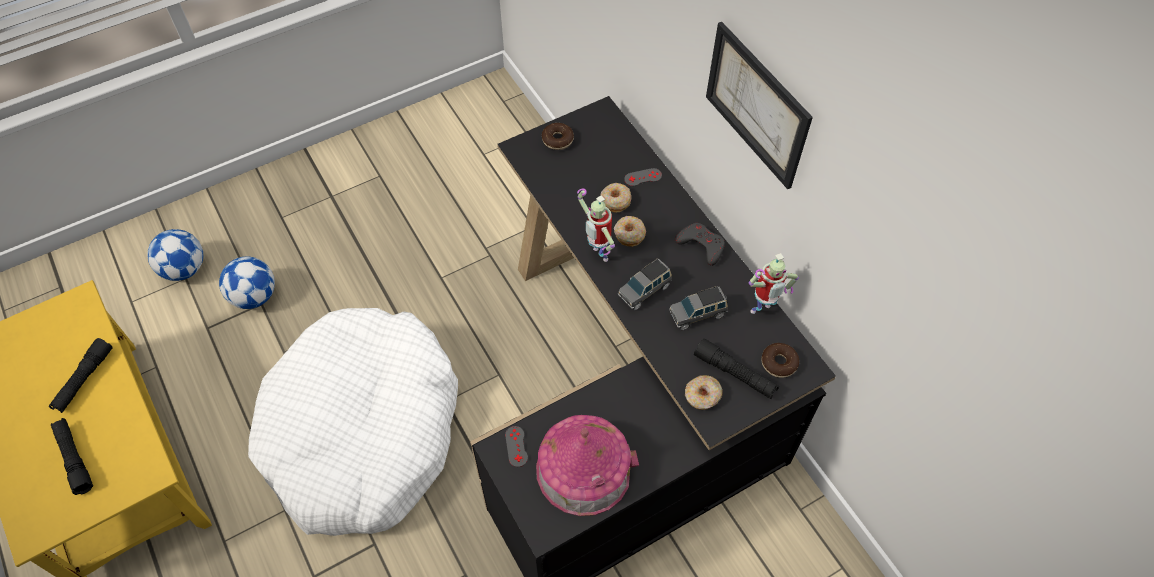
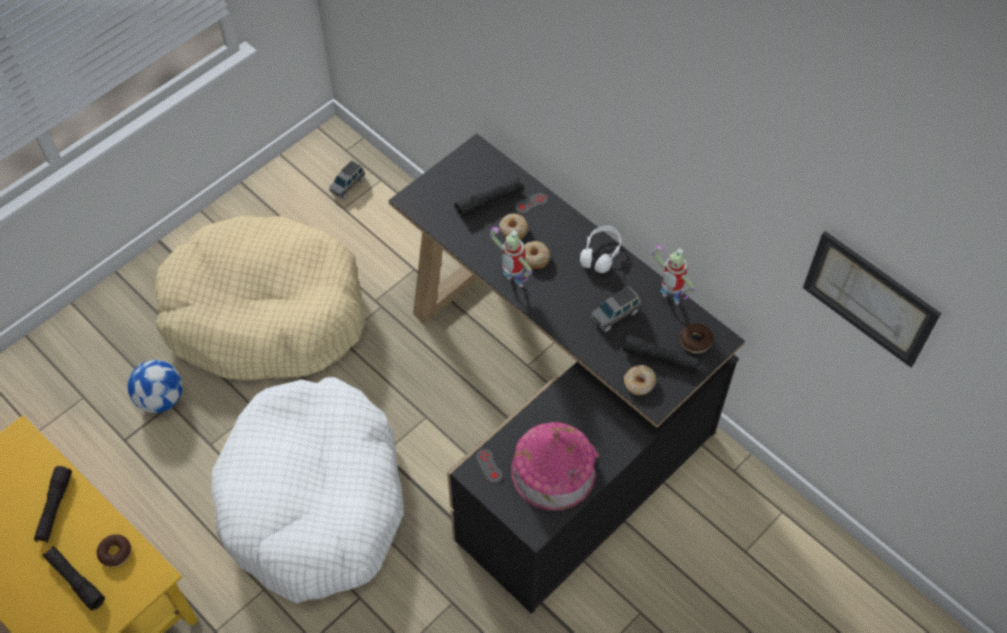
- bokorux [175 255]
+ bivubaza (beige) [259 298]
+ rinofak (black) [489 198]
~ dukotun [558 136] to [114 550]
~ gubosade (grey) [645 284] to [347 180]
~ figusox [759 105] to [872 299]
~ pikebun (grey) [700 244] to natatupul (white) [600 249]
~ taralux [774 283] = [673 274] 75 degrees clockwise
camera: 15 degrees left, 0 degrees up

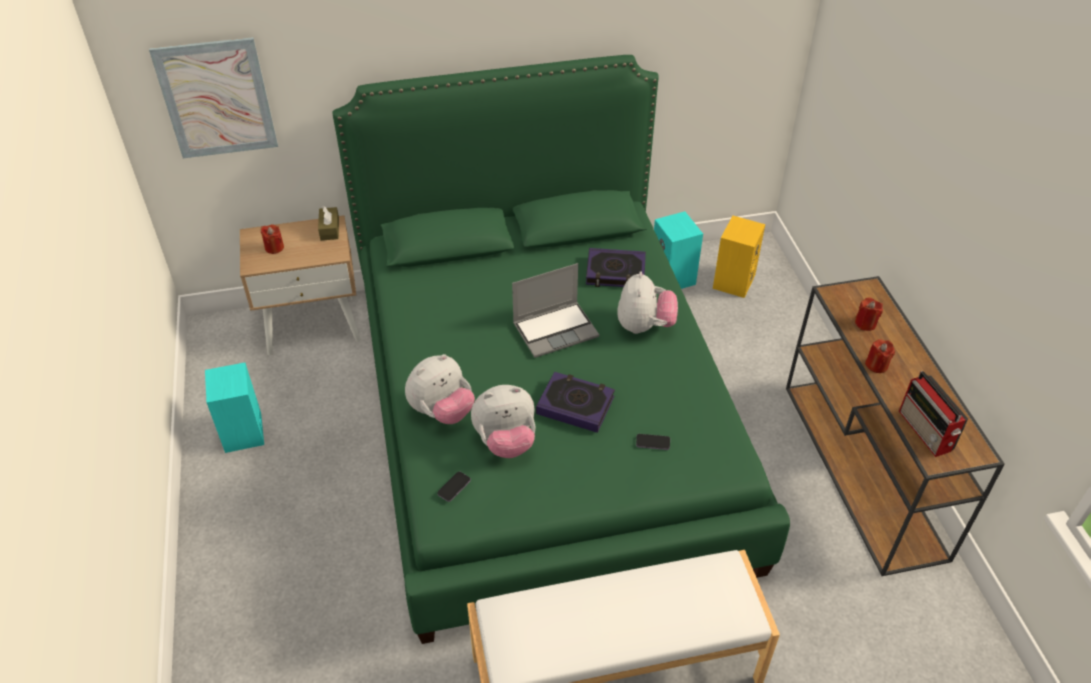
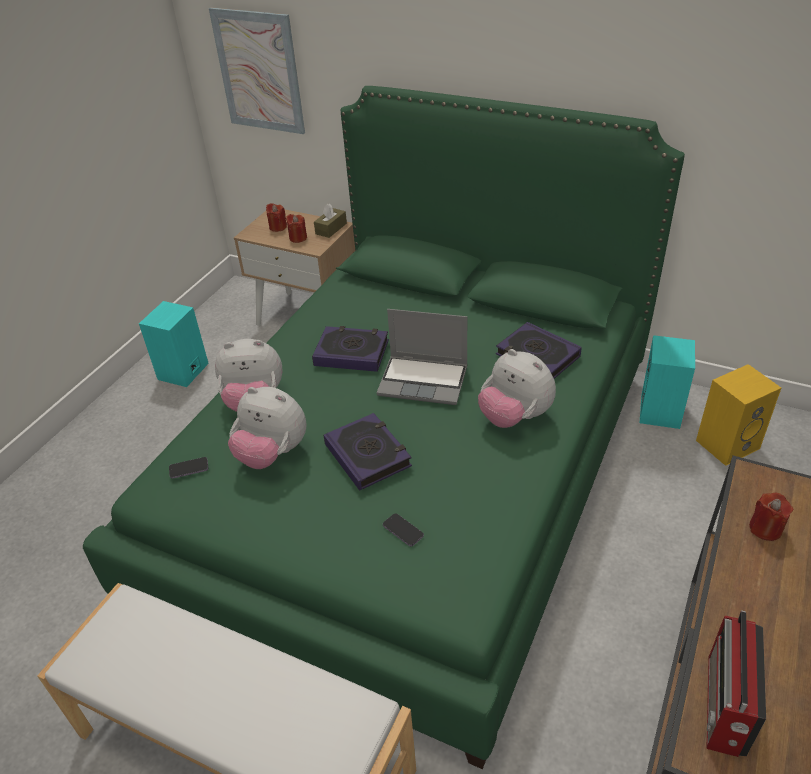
+ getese [350 349]
~ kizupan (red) [880 356] to [296 228]
~ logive [647 303] = [517 388] 90 degrees clockwise
camera: 40 degrees right, 5 degrees down

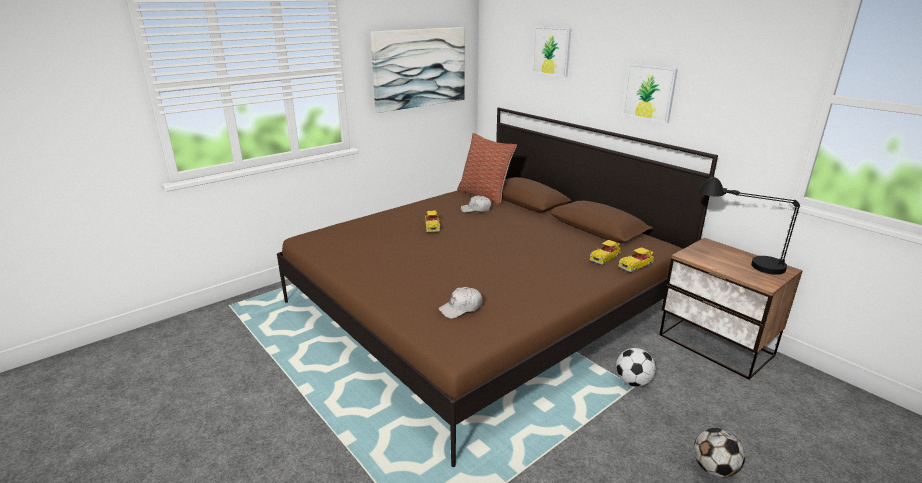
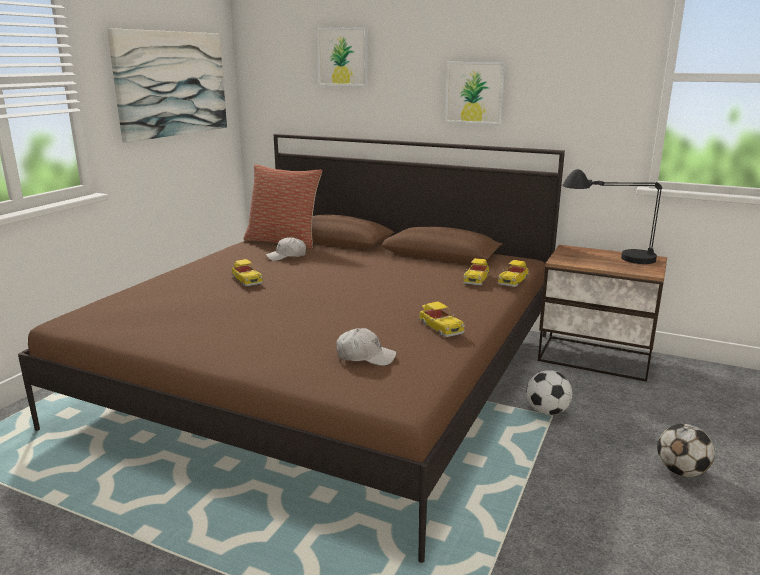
+ gubosade [442 319]
~ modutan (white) [460 303] = [366 347] 120 degrees counterclockwise
camera: 25 degrees left, 5 degrees down

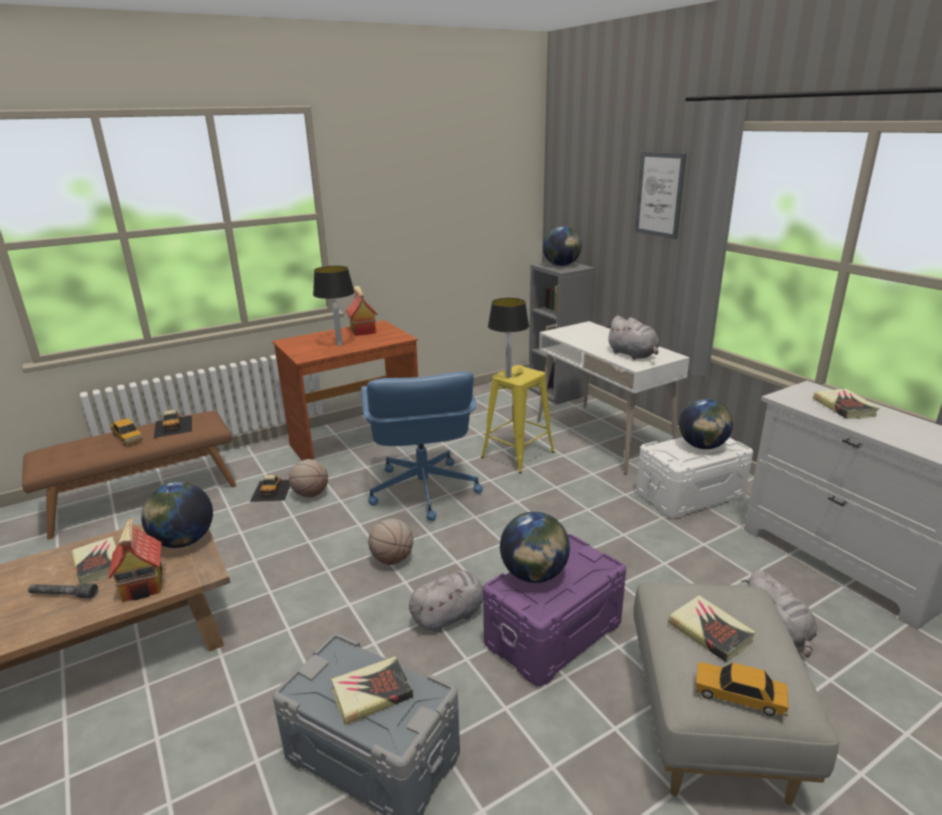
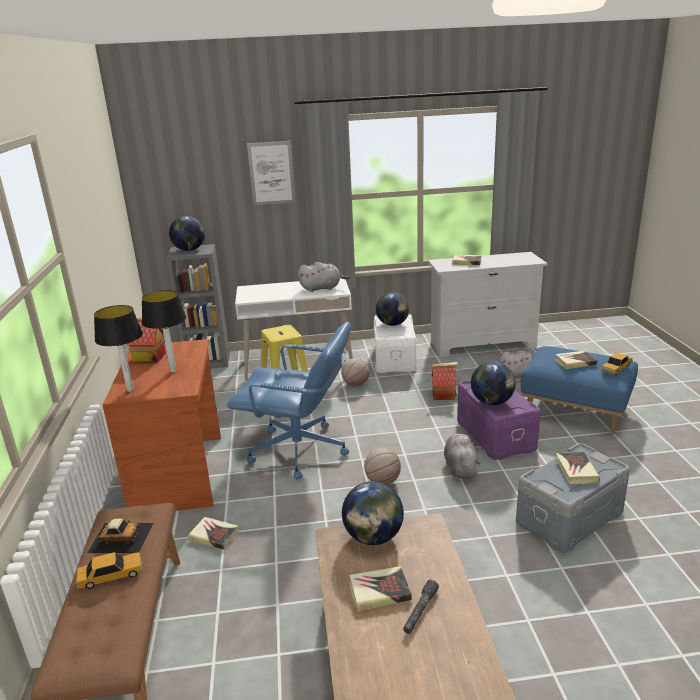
~ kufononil [135 559] to [445 381]
~ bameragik [308 478] to [355 372]
~ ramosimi [508 338] to [118 348]
~ gubosade [270 488] to getese [213 533]
~ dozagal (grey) [736 693] to dozagal (blue) [579 389]
camera: 65 degrees left, 0 degrees up

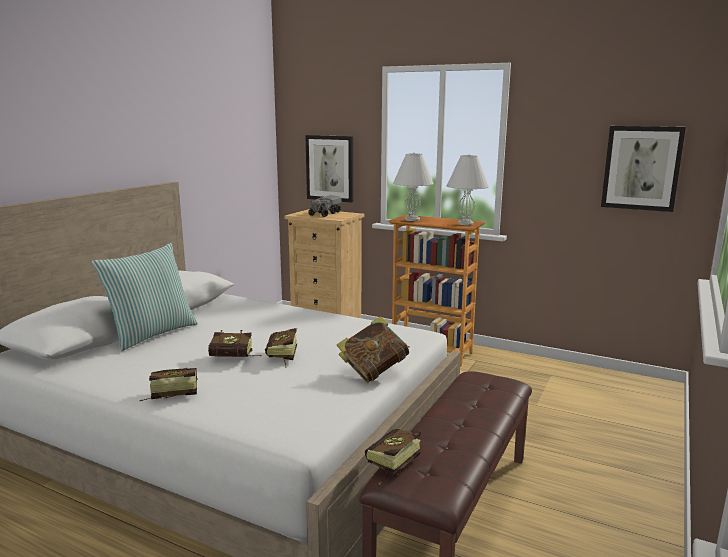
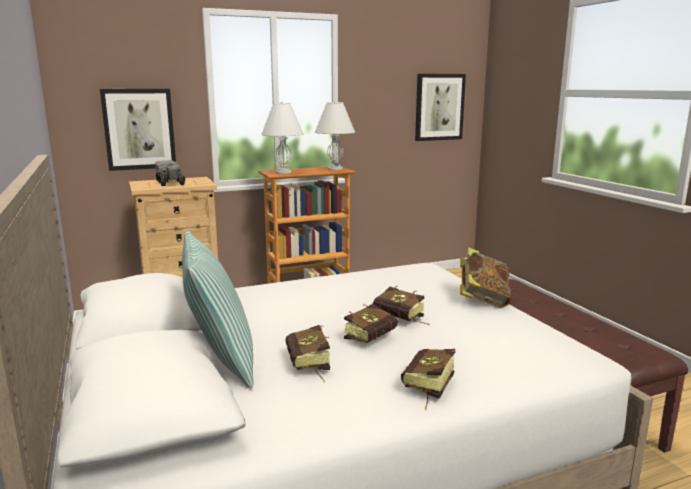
~ getese [393 457] to [307 353]
camera: 50 degrees left, 0 degrees up

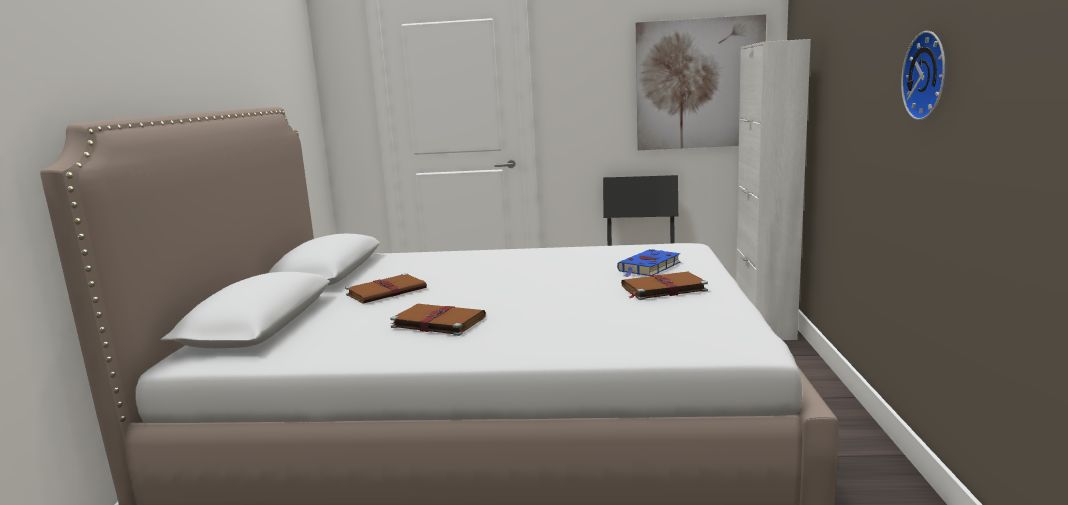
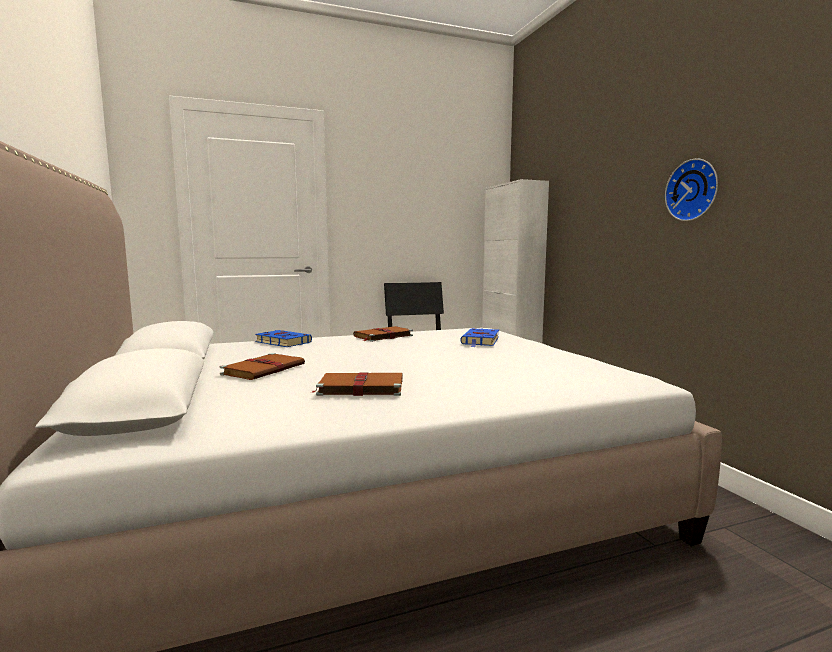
- figusox [701 82]
+ getese (blue) [283 338]
~ getese (brown) [664 286] to [383 334]
camera: 25 degrees left, 5 degrees down

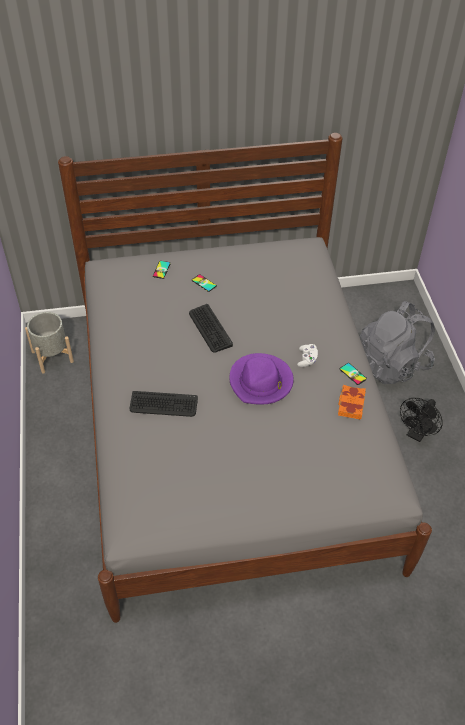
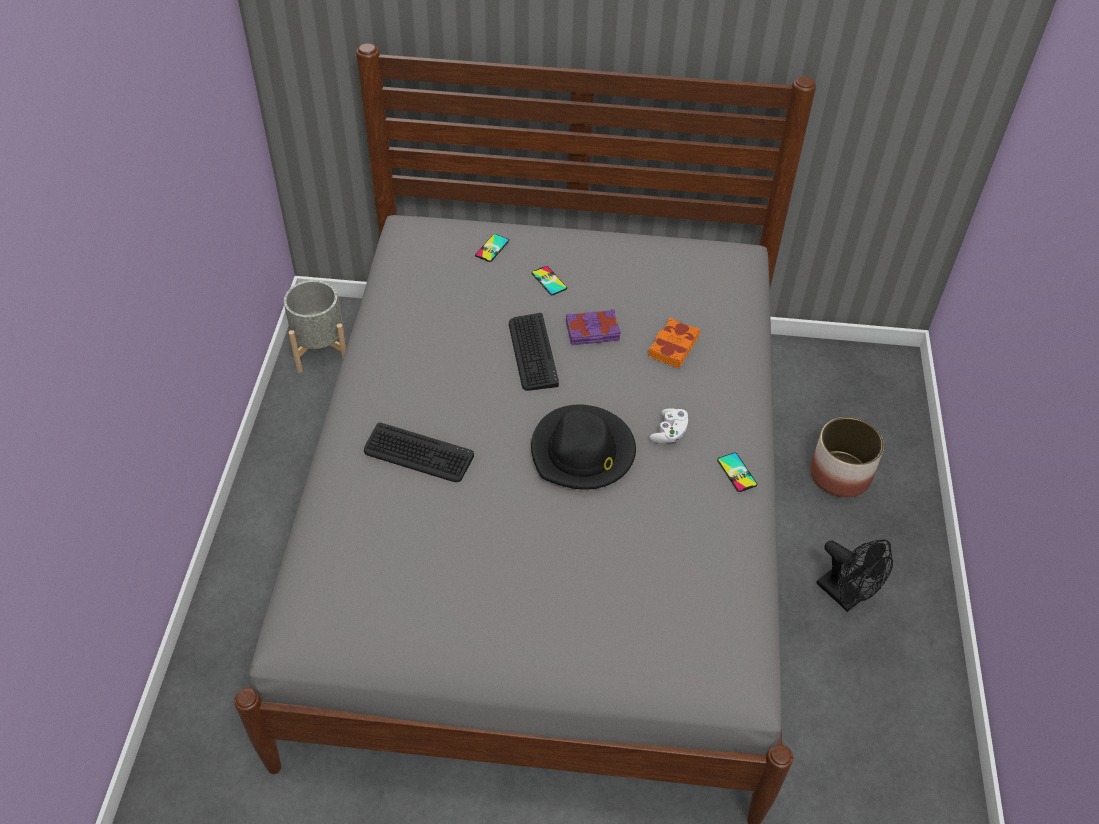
+ getese (purple) [593 327]
~ getese (orange) [352 402] to [674 343]
~ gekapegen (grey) [397 342] to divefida [847 457]
~ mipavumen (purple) [261 379] to mipavumen (black) [583 447]
~ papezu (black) [421 420] = [854 575] 90 degrees counterclockwise
camera: 15 degrees right, 0 degrees up

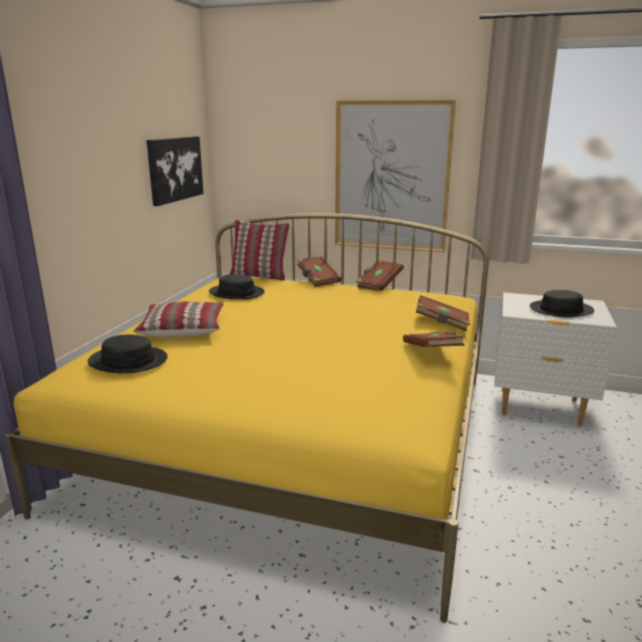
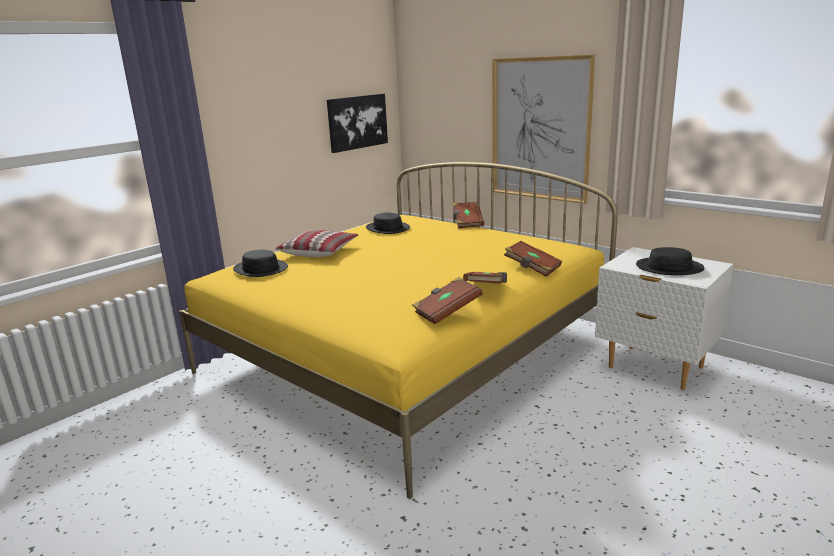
- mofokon [260 250]
~ getese (brown) [380 275] to [447 300]
camera: 25 degrees right, 0 degrees up

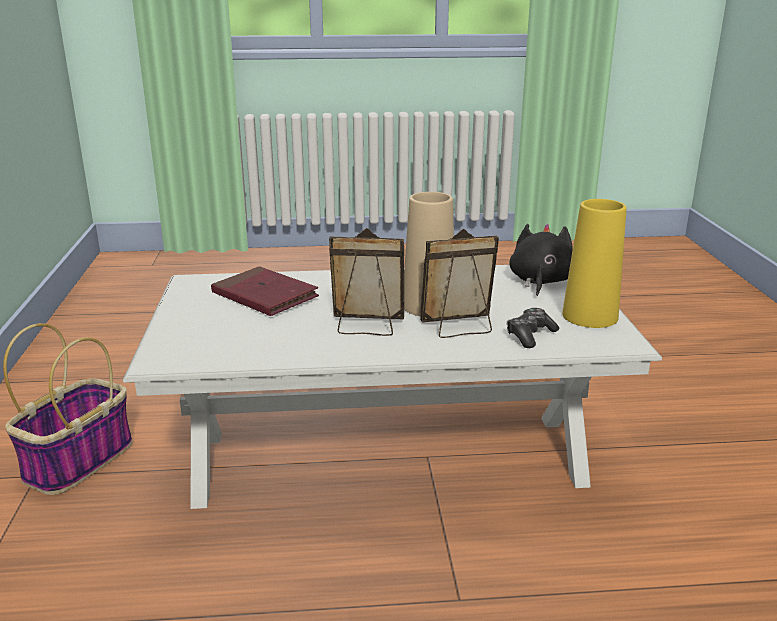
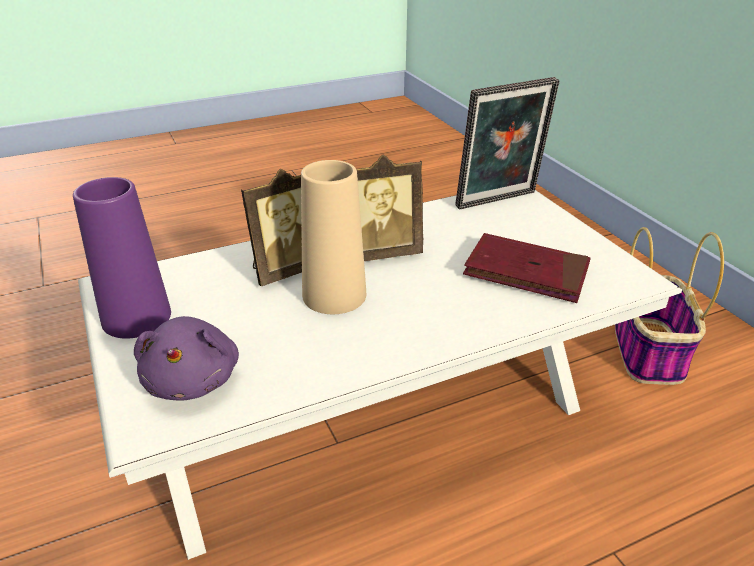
- pikebun [533 328]
+ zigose [507 143]
~ logive (black) [540 260] to logive (purple) [186 358]
~ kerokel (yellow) [594 263] to kerokel (purple) [122 257]
camera: 160 degrees right, 10 degrees up

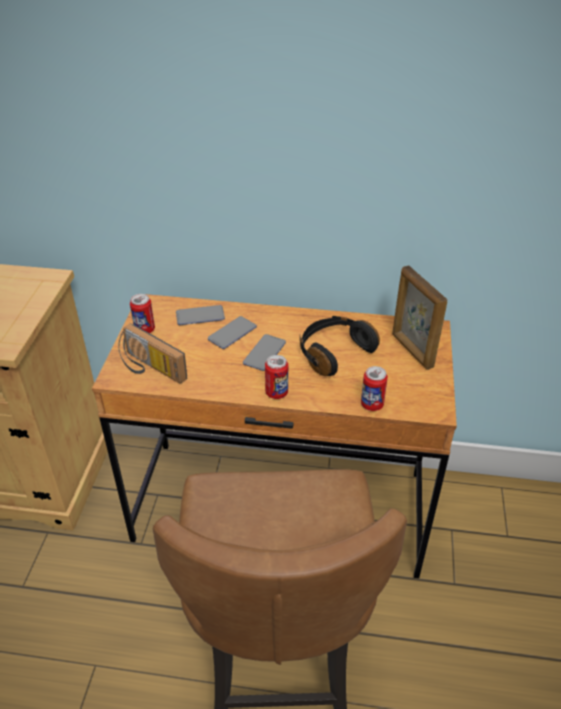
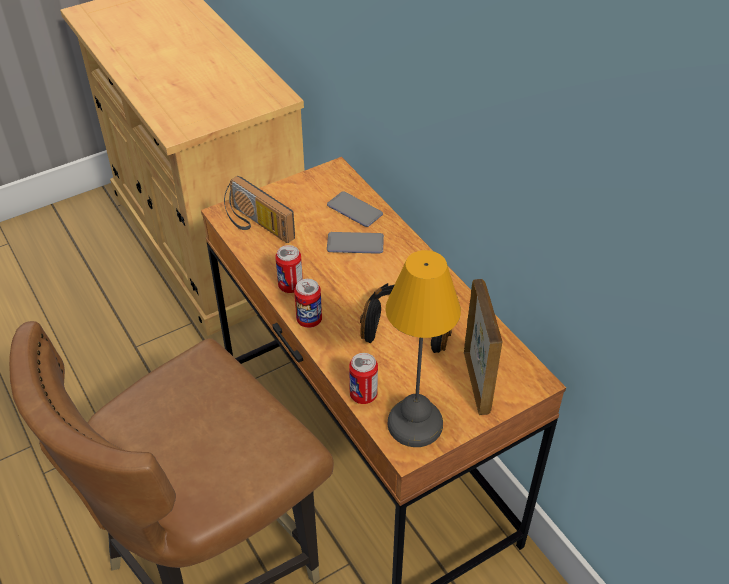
- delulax [264 352]
+ ramosimi [423 348]
~ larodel [142 313] to [289 269]
~ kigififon [152 353] = [259 209] 45 degrees counterclockwise
~ zigose [419 317] = [483 347] 150 degrees clockwise
camera: 50 degrees right, 5 degrees up

